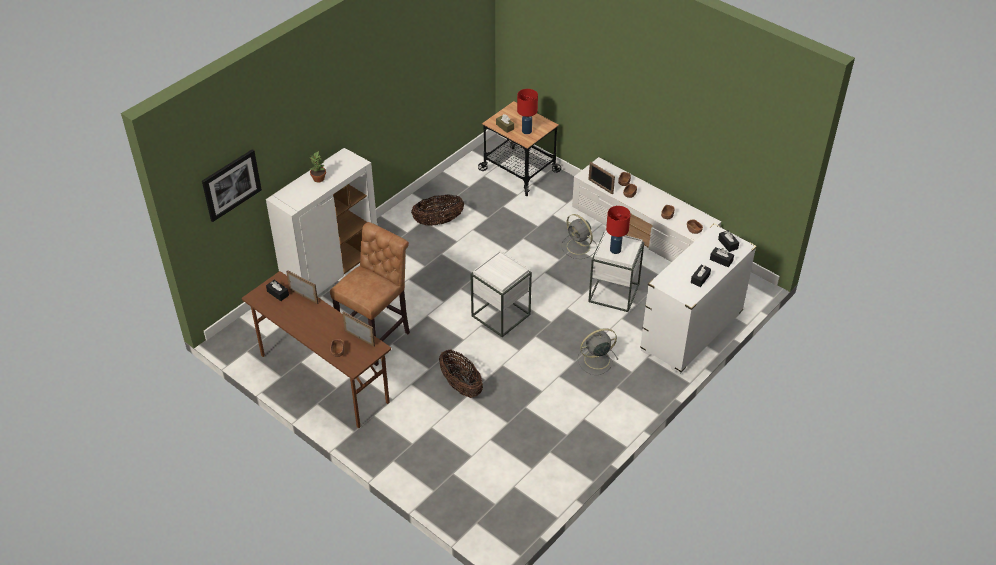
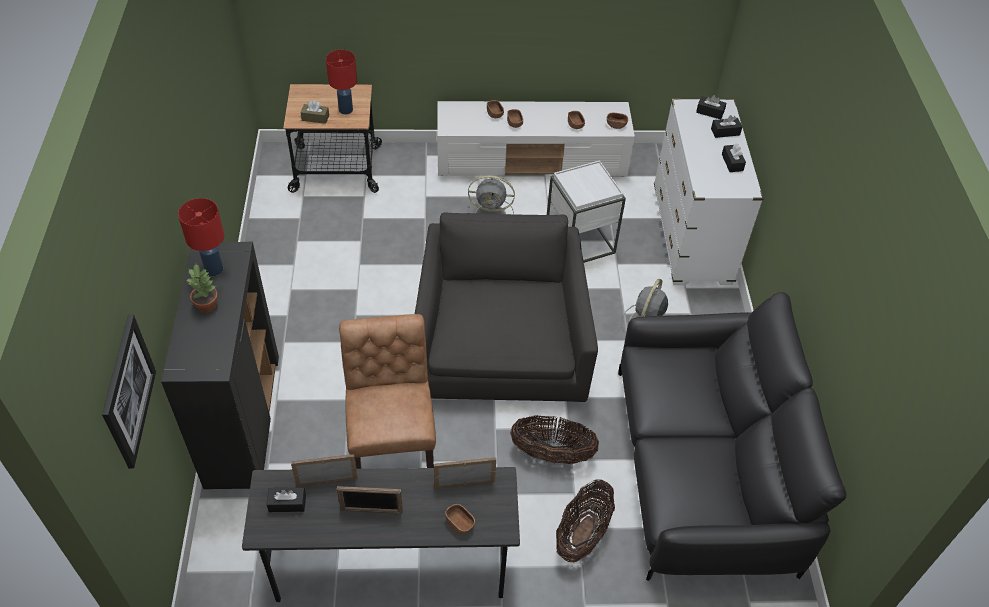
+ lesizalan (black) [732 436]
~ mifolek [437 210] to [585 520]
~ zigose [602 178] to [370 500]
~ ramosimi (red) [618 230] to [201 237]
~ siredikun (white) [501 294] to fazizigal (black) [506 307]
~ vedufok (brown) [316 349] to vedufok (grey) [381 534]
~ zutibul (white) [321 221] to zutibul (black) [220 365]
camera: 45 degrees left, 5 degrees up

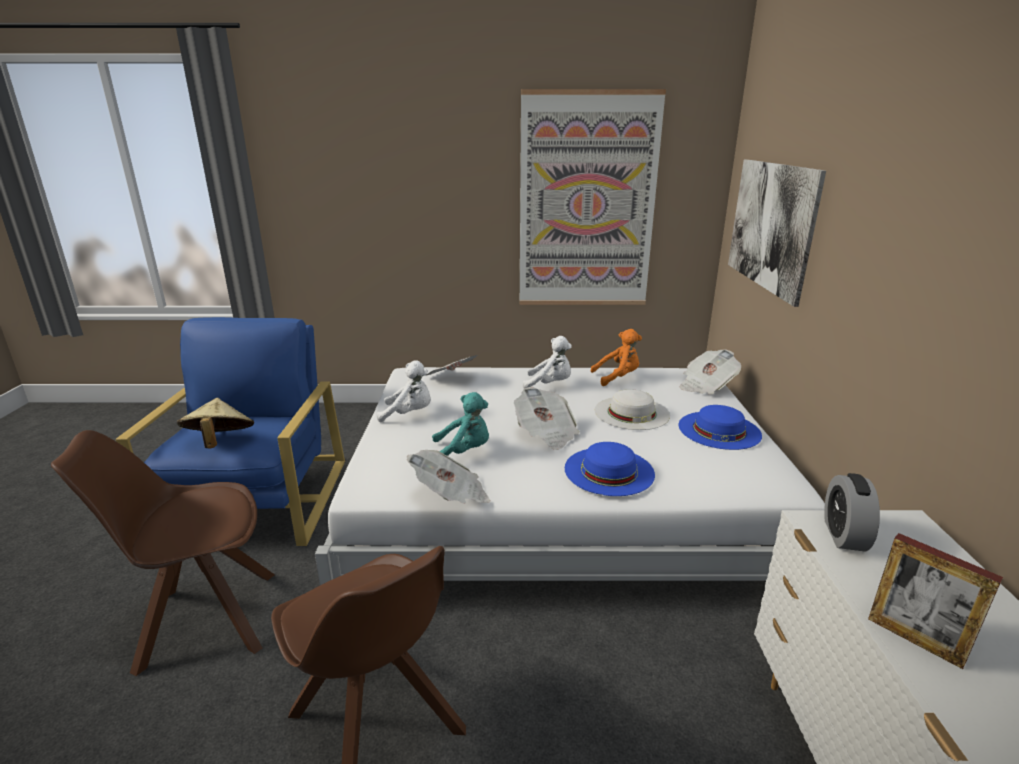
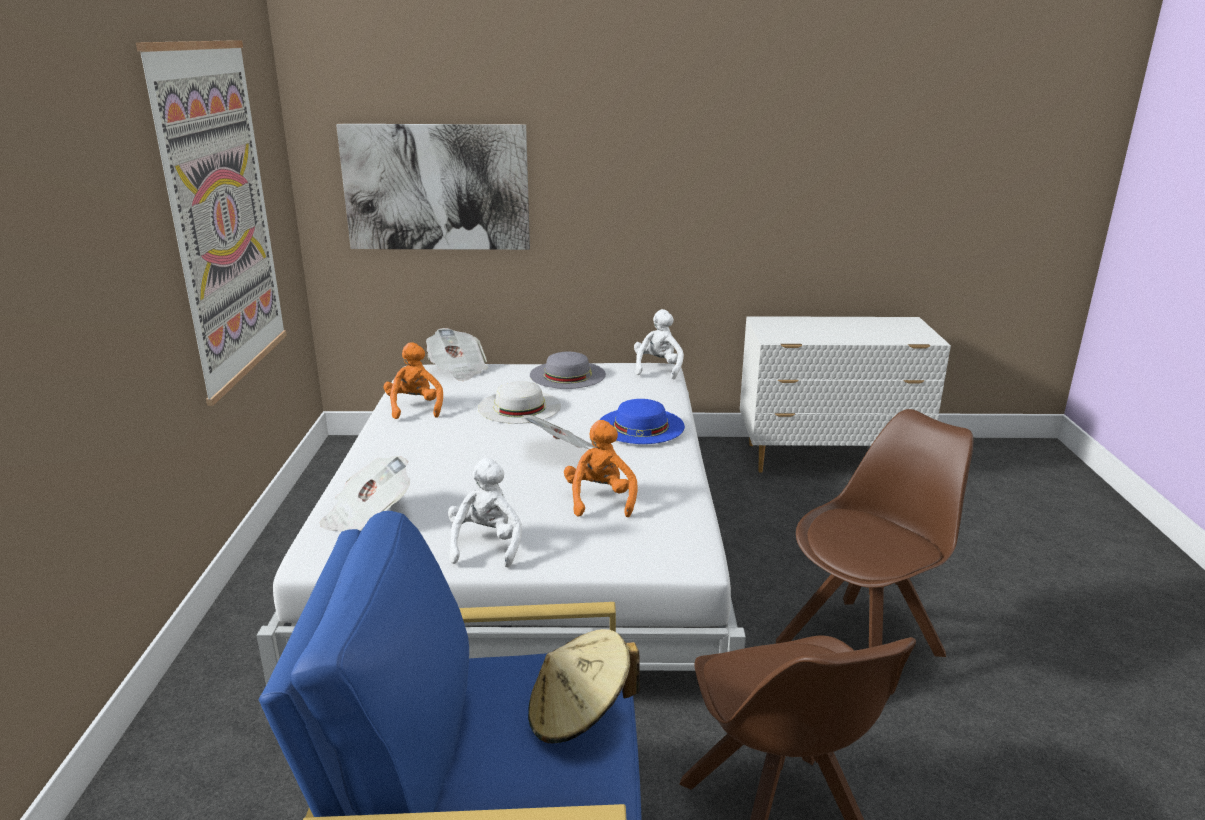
- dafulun [448 477]
- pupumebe [852 512]
- zigose [935 601]
~ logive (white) [547 362] to [659 344]
~ logive (turquoise) [460 424] to logive (orange) [601 468]
~ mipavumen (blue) [720 427] to mipavumen (grey) [568 370]
camera: 90 degrees left, 0 degrees up

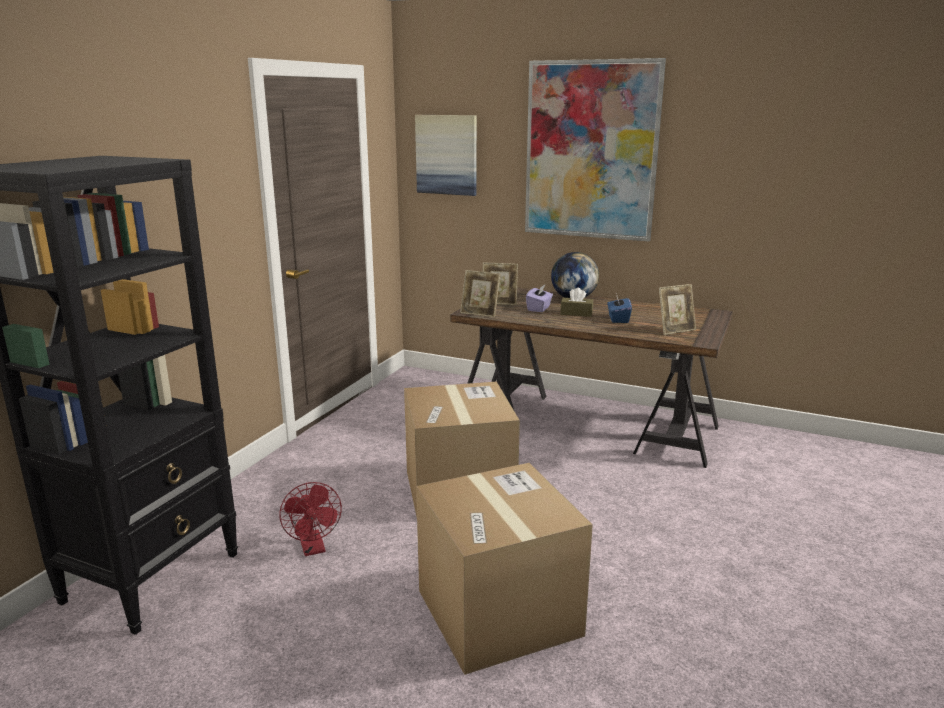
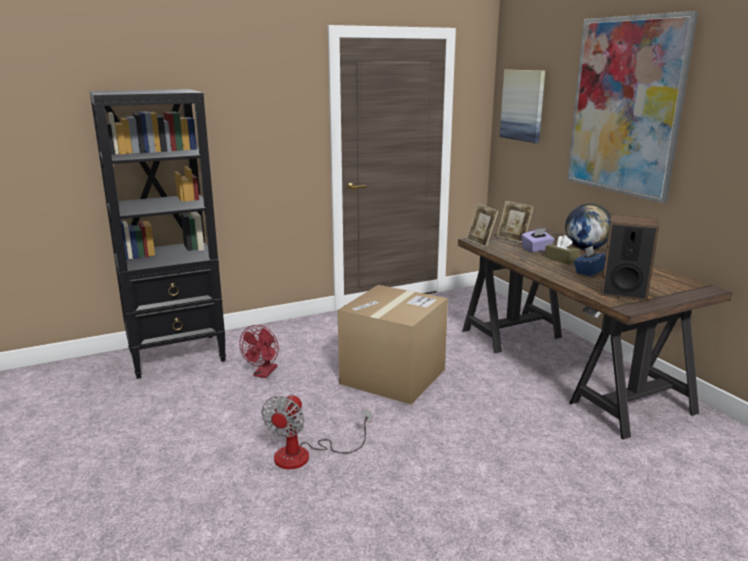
~ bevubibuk [504 569] to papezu [316 431]
~ zigose [677 309] to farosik [630 258]
camera: 40 degrees right, 0 degrees up

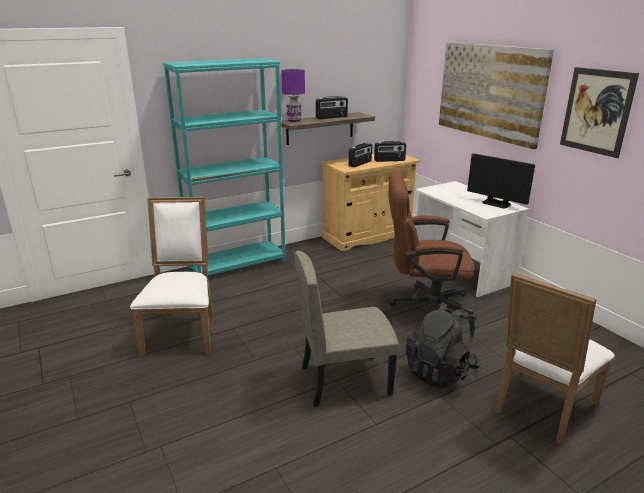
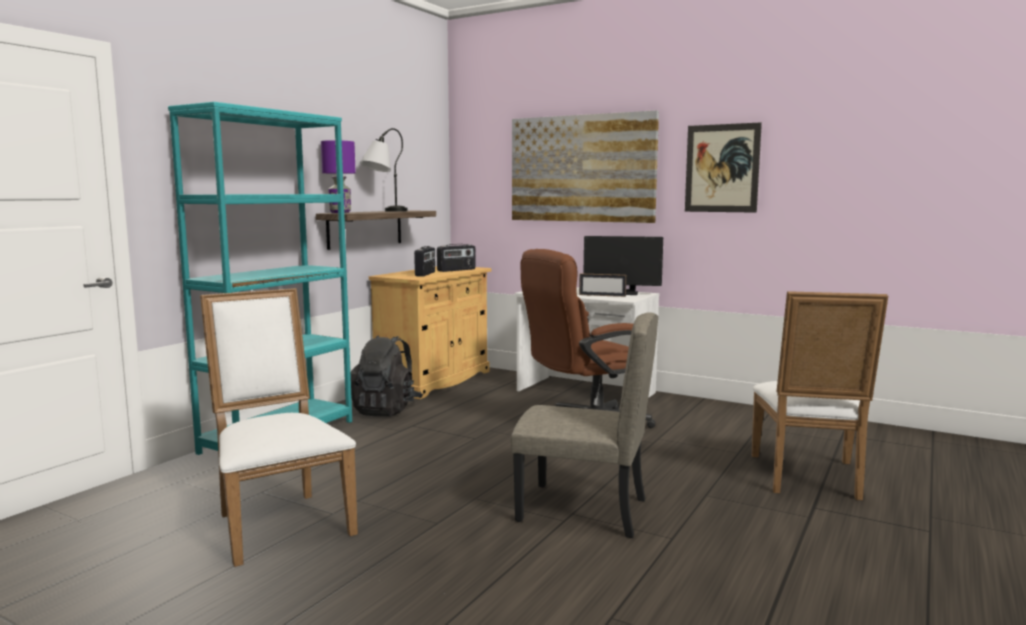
+ zigose [602 285]
~ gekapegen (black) [442 345] to [387 376]
~ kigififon [332 107] to ramosimi [384 170]
~ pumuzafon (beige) [346 329] = [584 425] 120 degrees counterclockwise
camera: 30 degrees left, 15 degrees down

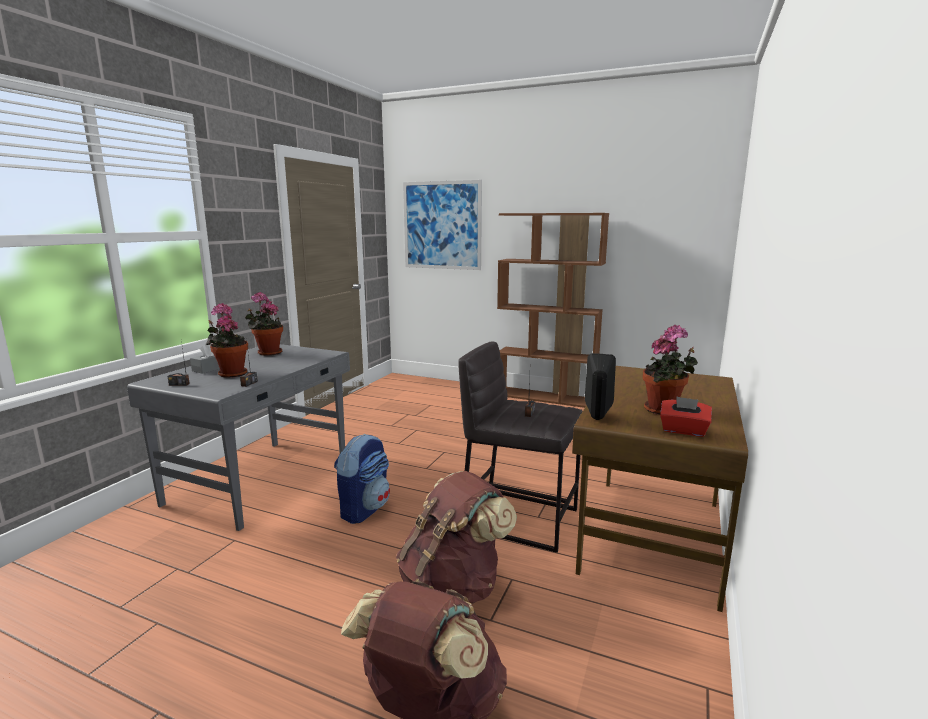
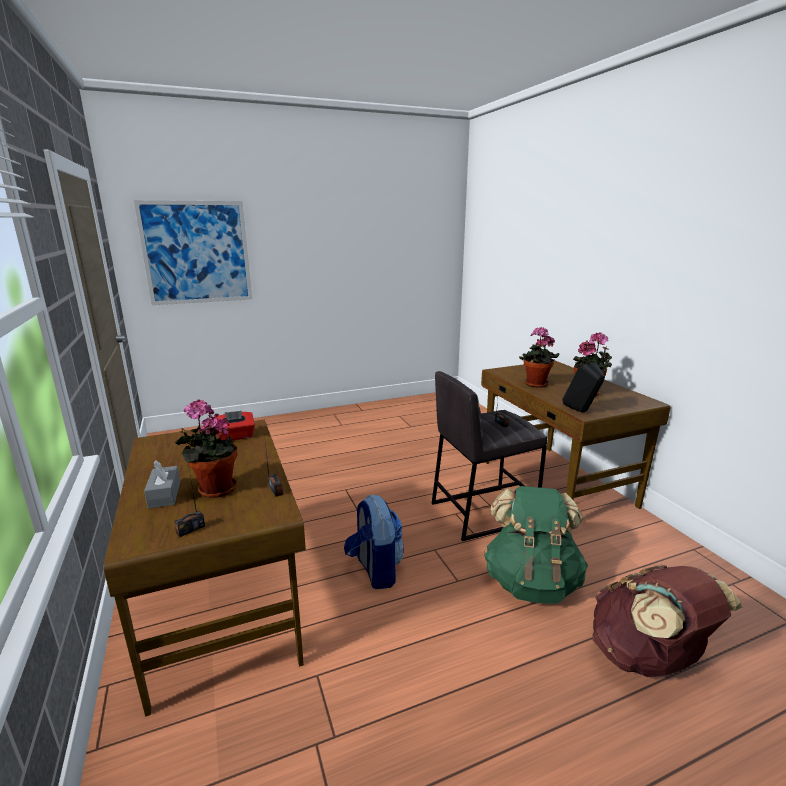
- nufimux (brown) [553 310]
~ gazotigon [264 324] to [539 357]
~ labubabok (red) [686 416] to [236 426]
~ vedufok (grey) [238 437] to vedufok (brown) [204 568]
~ gekapegen (brown) [456 537] to gekapegen (green) [536 545]
camera: 45 degrees left, 5 degrees up

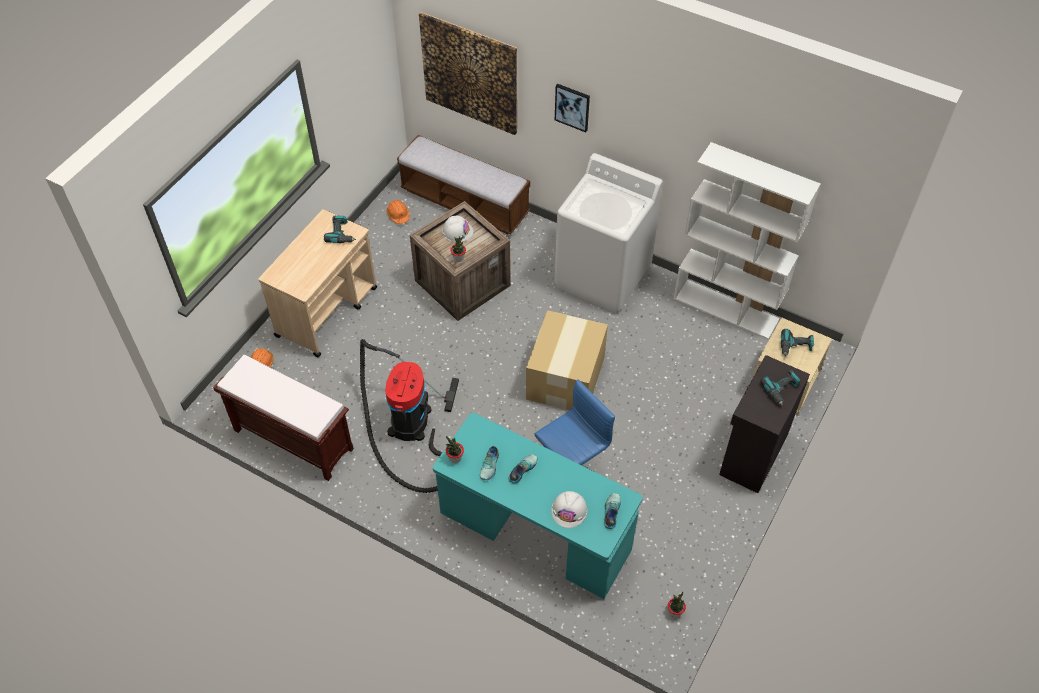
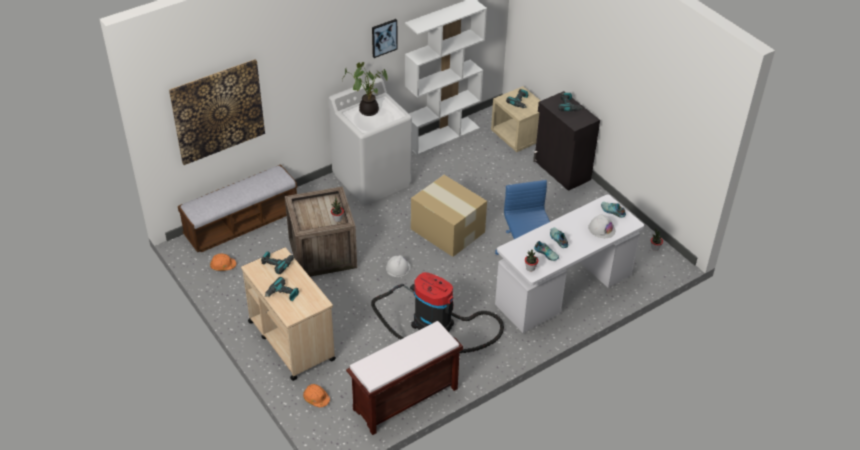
+ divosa [282 289]
+ gazotigon [365 89]
~ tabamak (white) [458 229] to [398 266]
~ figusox [572 108] to [385 38]
~ vedufok (turquoise) [538 506] to vedufok (white) [569 263]
camera: 65 degrees left, 10 degrees down

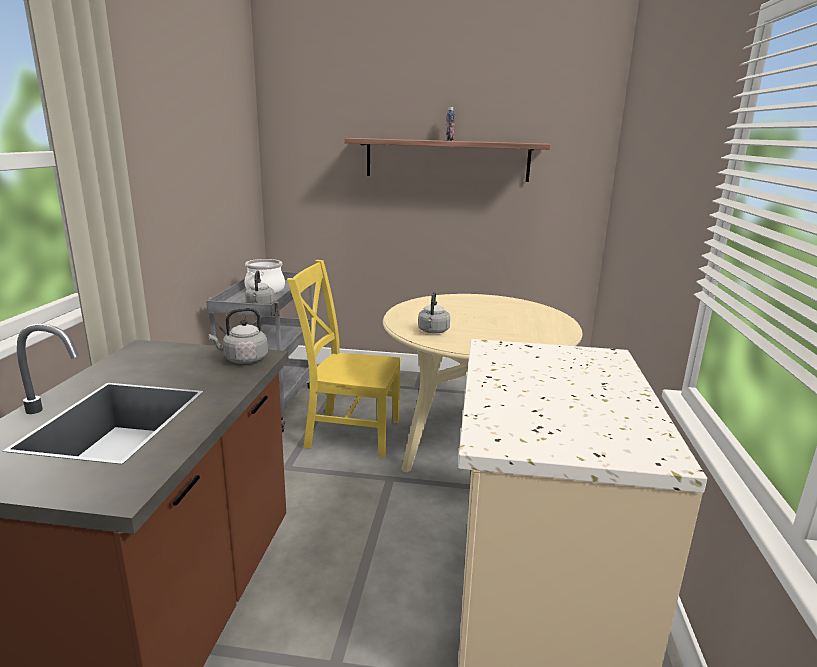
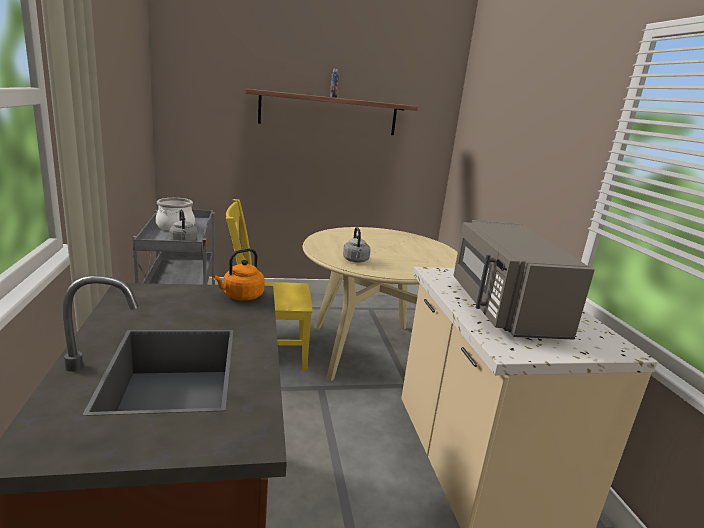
+ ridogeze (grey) [524 280]
~ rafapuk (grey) [238 336] to rafapuk (orange) [239 274]
camera: 20 degrees left, 0 degrees up

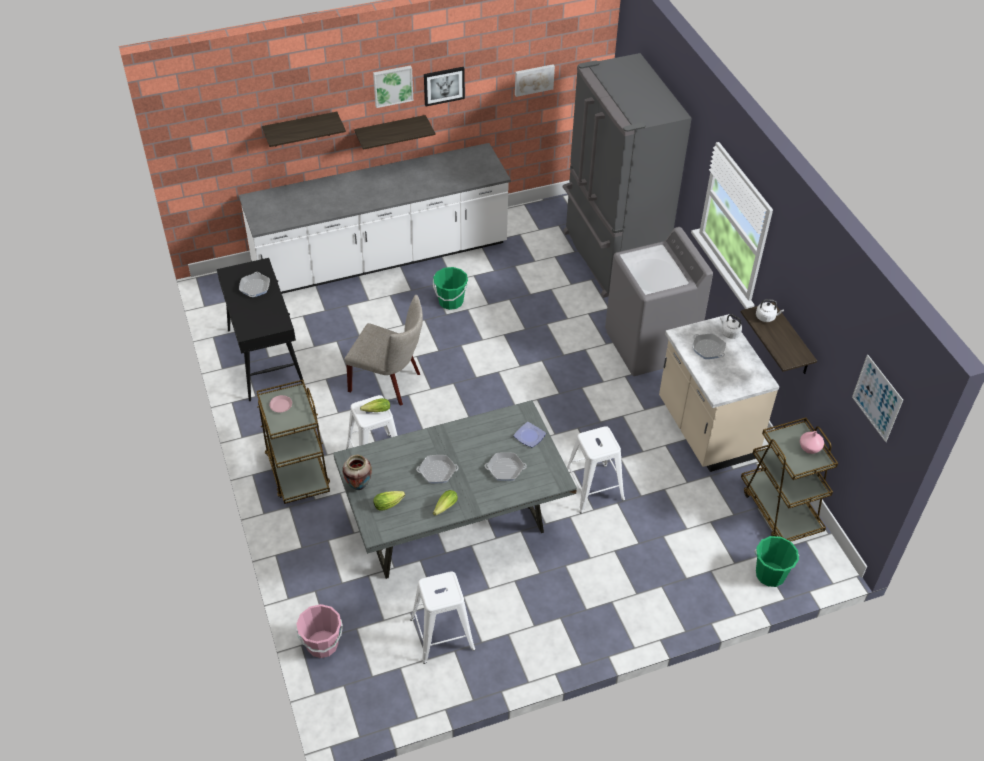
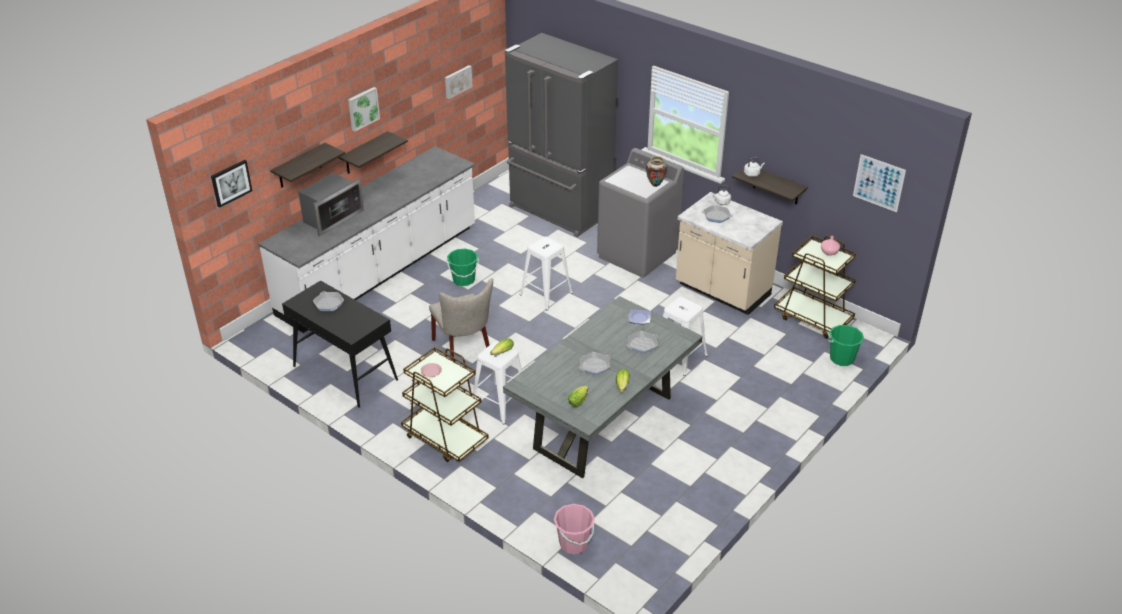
+ ridogeze [331 204]
~ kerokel [357 472] to [656 172]
~ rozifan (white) [442 617] to [546 273]
~ figusox [444 86] to [231 184]
~ pumuzafon (beige) [383 350] = [461 319] 75 degrees clockwise
camera: 30 degrees left, 10 degrees down

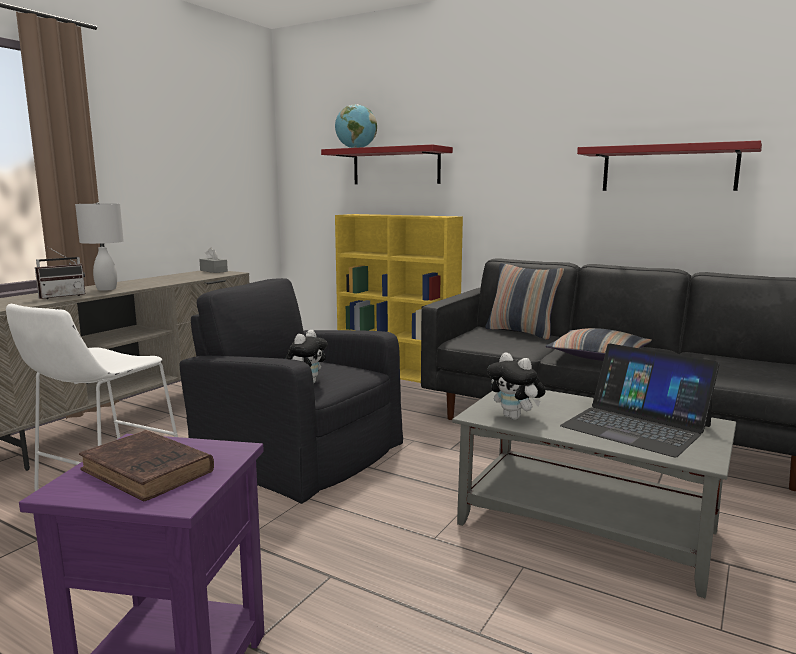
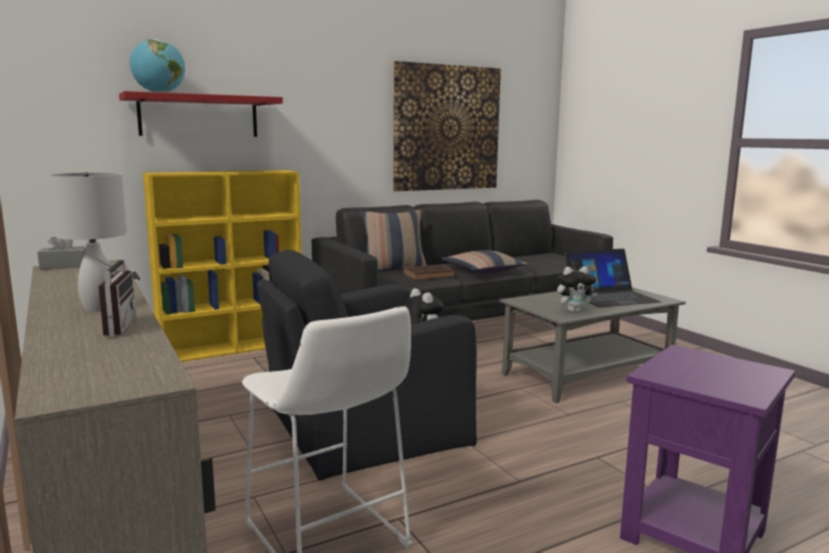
~ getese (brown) [146 466] to [429 272]
~ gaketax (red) [669 166] to figusox [447 126]
camera: 60 degrees left, 0 degrees up

